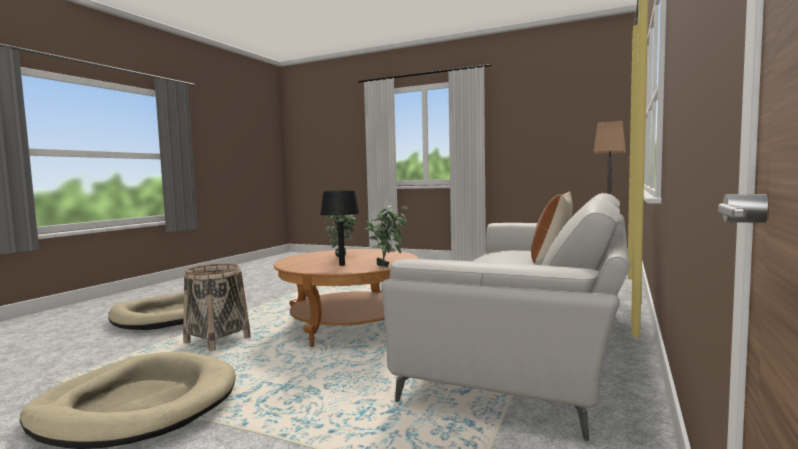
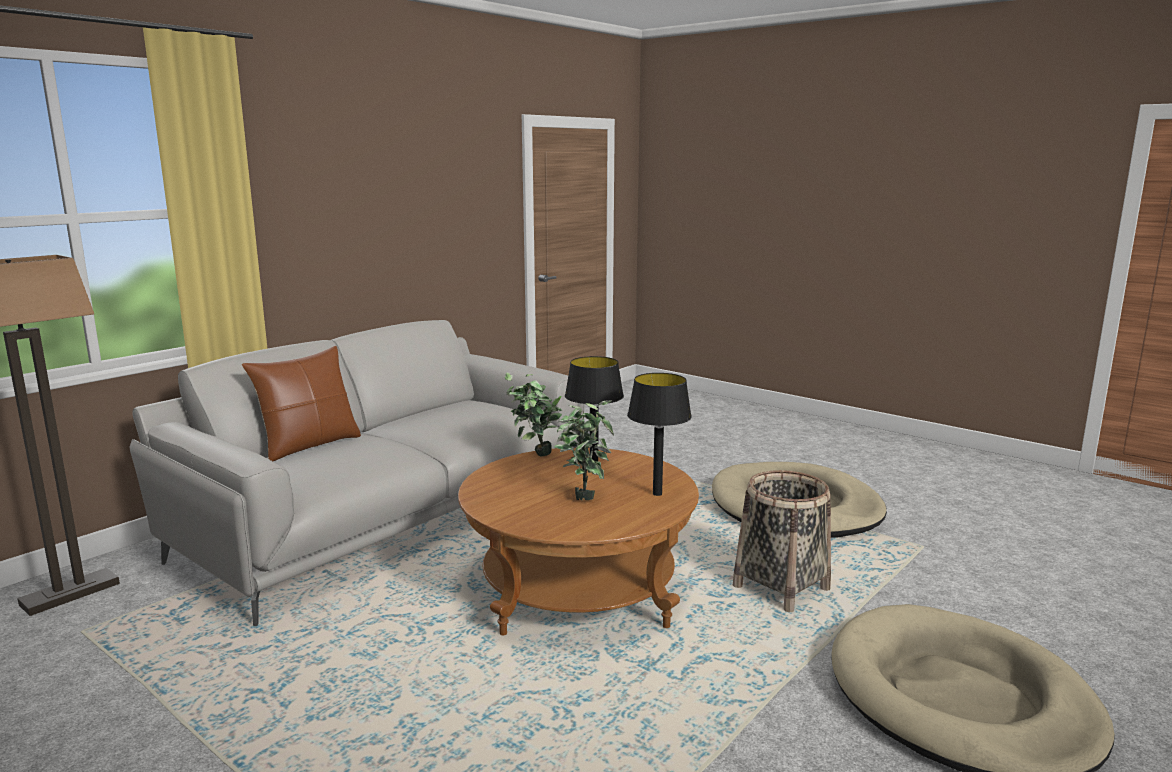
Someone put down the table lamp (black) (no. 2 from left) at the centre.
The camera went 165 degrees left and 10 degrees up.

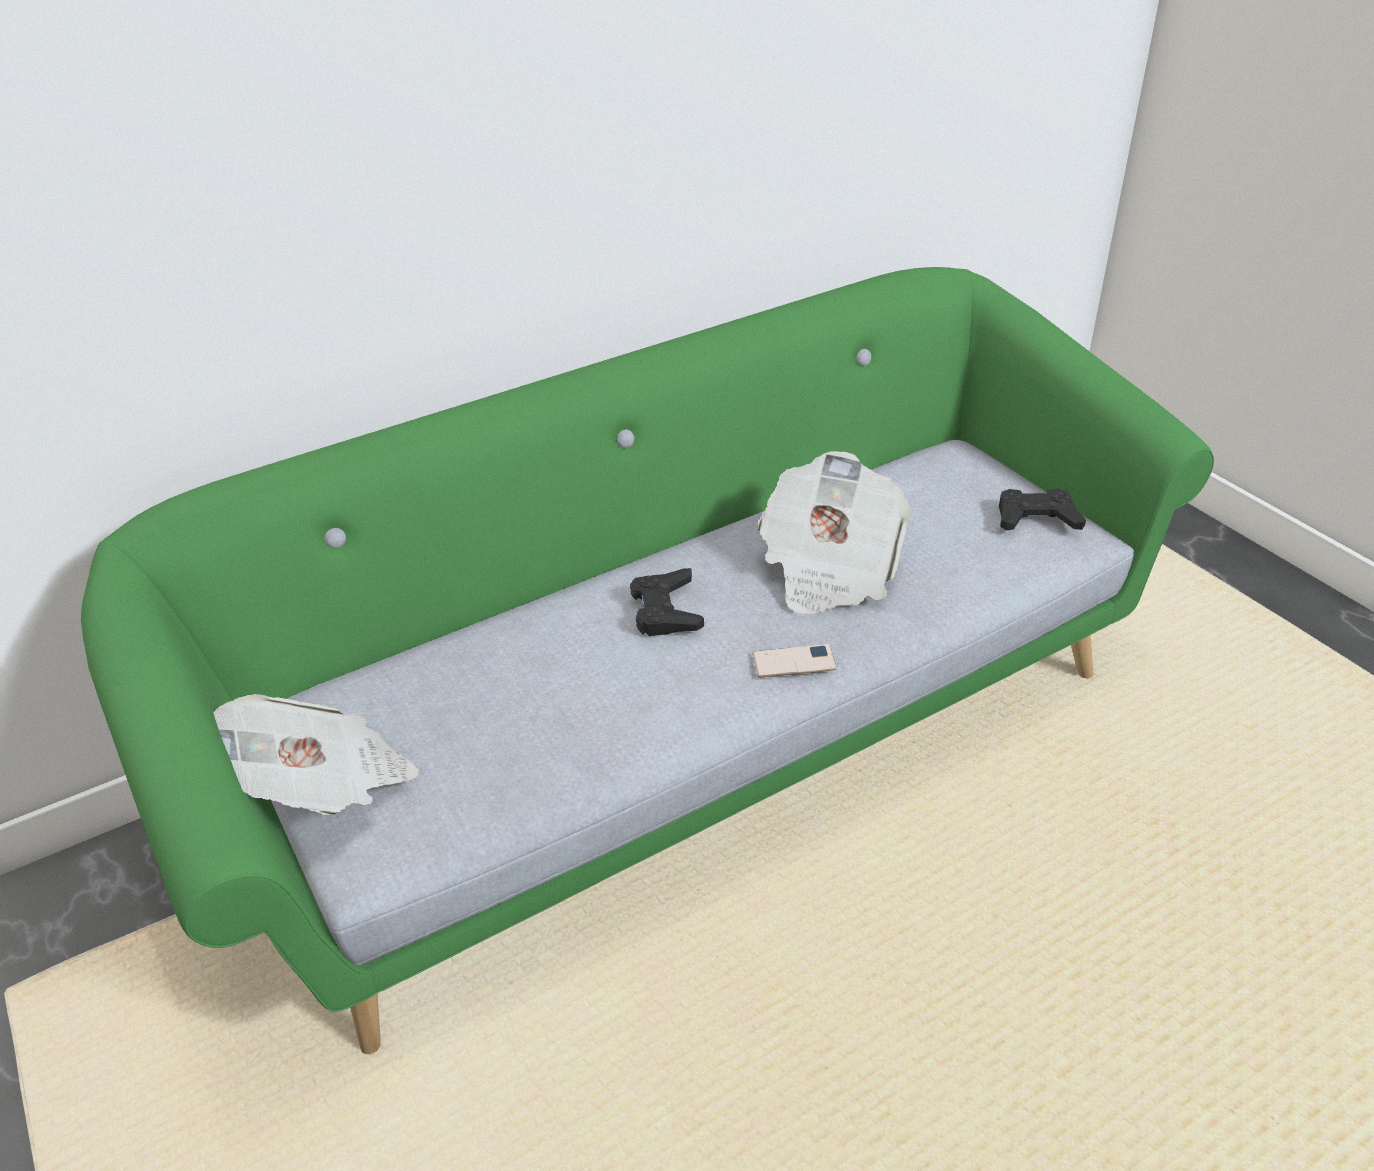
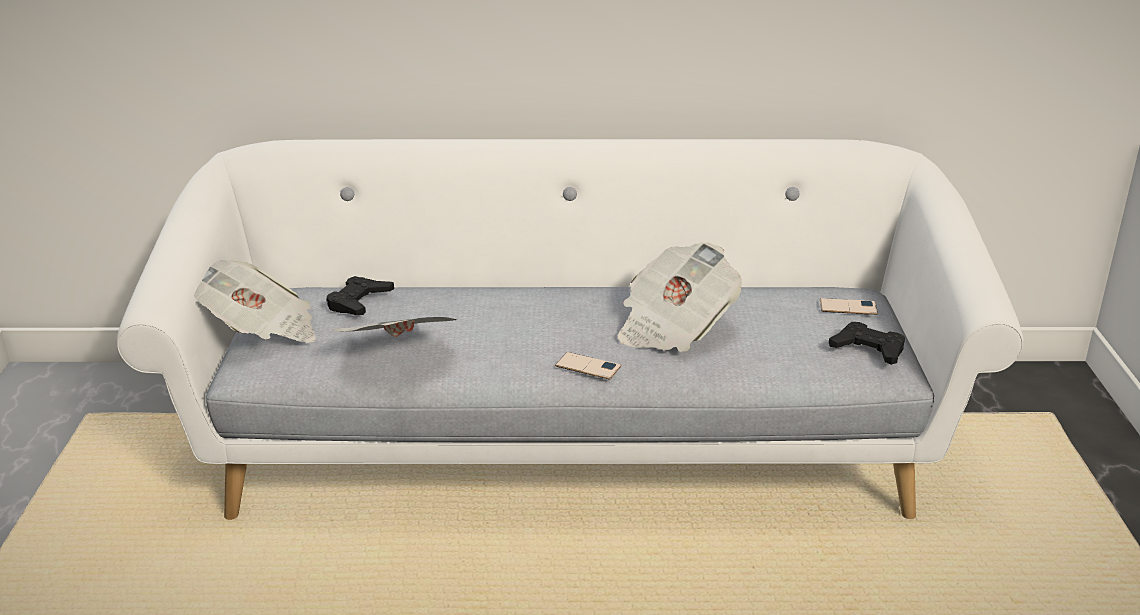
Someone repainted the sofa (green) at the centre, which became the sofa (white) at the centre.
Someone carried the game controller (black) (no. 1 from left) from the centre to the middle left.
Someone put down the newspaper (no. 2 from left) at the centre.
Someone put down the phone (no. 2 from left) at the middle right.
The camera went 30 degrees right and 10 degrees down.

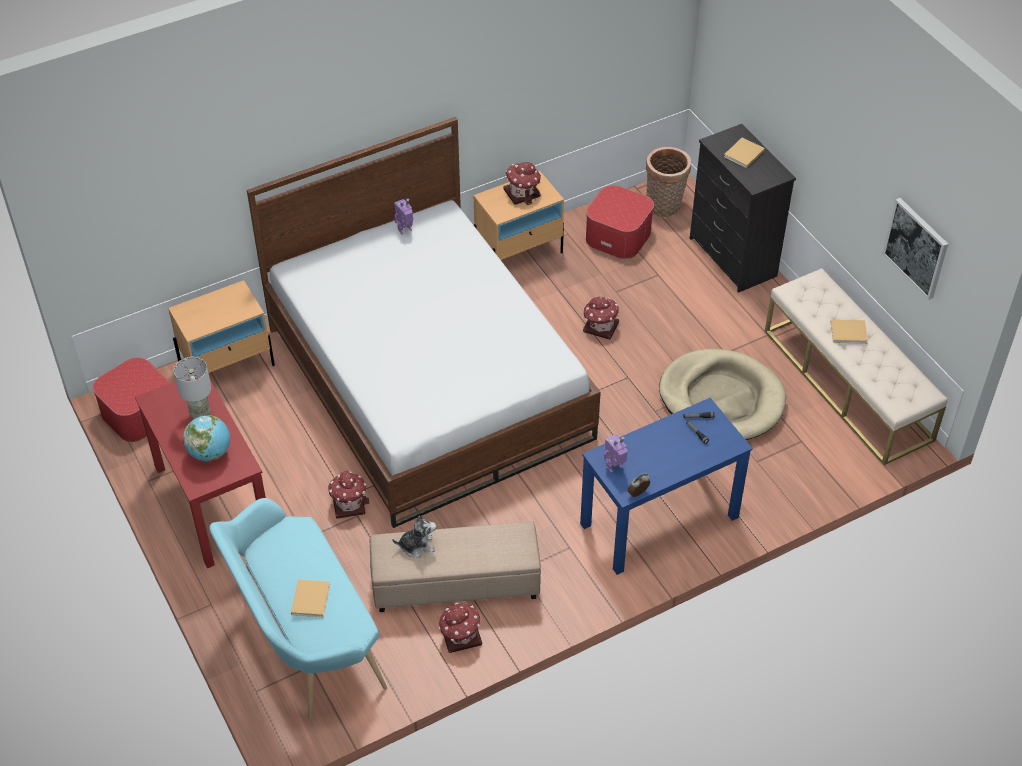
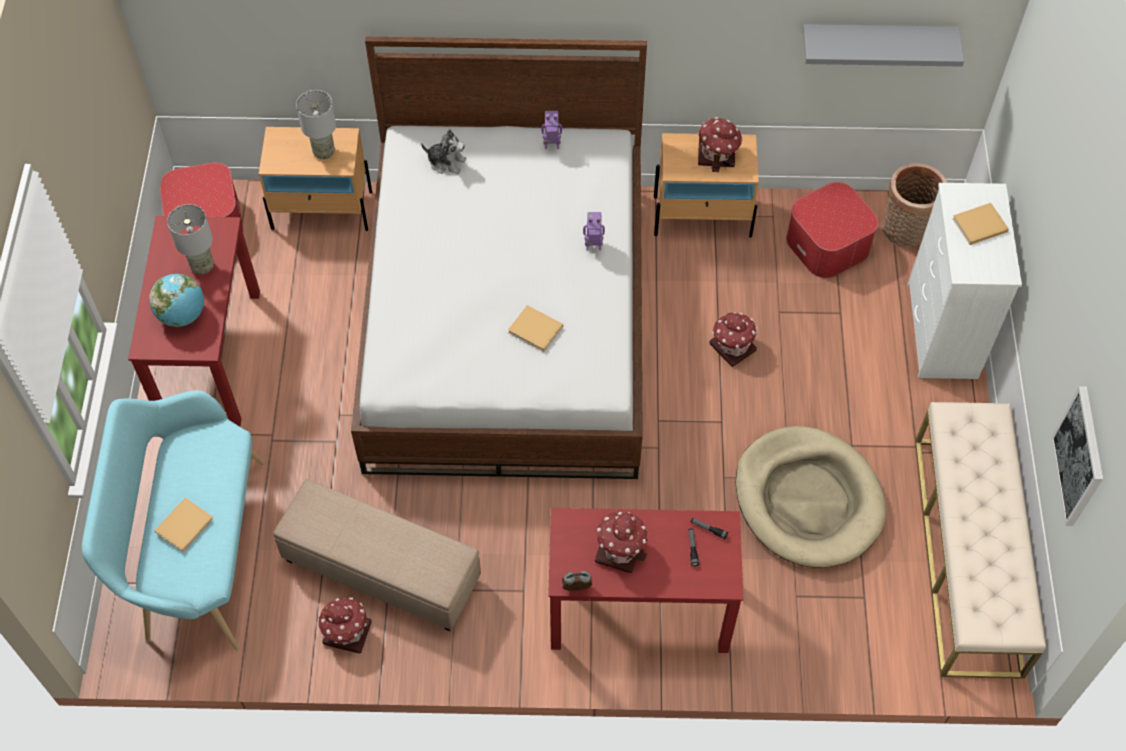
Someone put down the table lamp (grey) (no. 2 from left) at the top left.
Someone carried the plush toy from the bottom centre to the top centre.
Someone carried the book (beige) (no. 3 from left in the first image) from the middle right to the centre.
Someone repainted the desk (blue) at the centre, which became the desk (red) (no. 2 from left) at the bottom centre.
Someone carried the toy robot (no. 2 from left) from the centre to the top centre.
Someone carried the toy house (no. 1 from left in the first image) from the centre to the bottom centre.
Someone put up the shelf (grey) at the top right.
Someone repainted the dresser (black) at the top right, which became the dresser (white) at the middle right.
The camera went 30 degrees right and 10 degrees up.

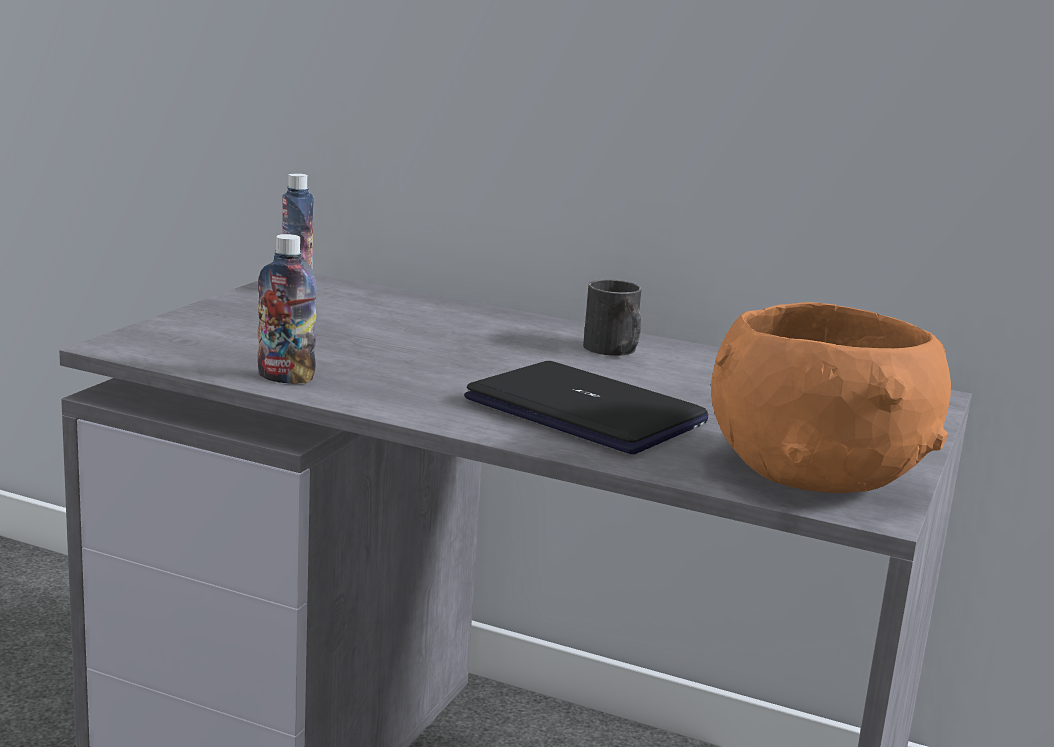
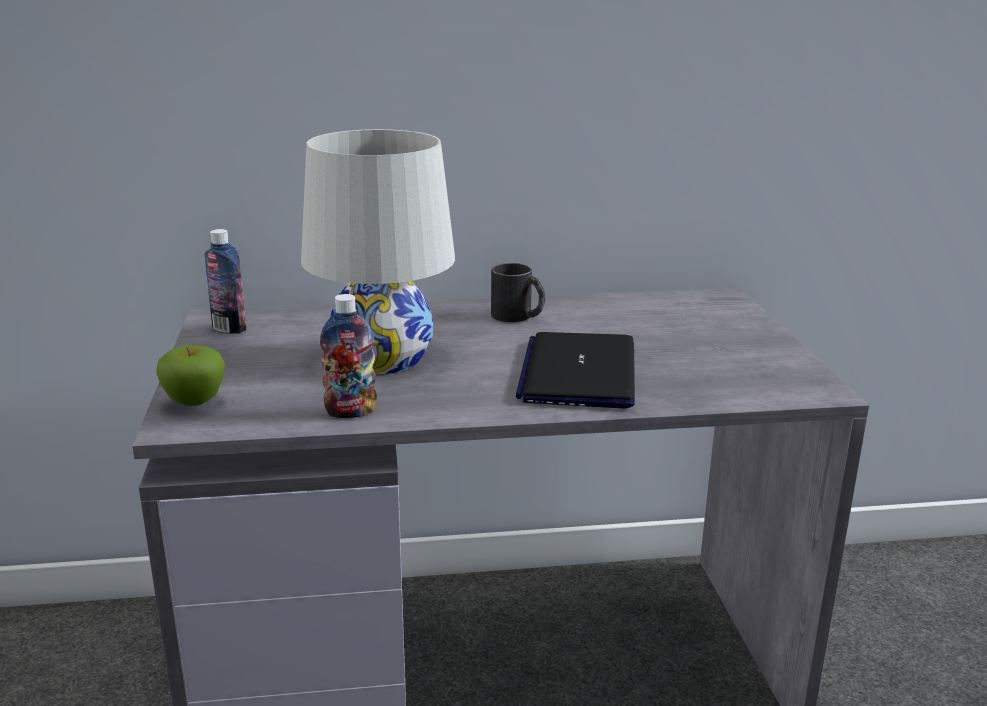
Someone put down the apple at the middle left.
Someone put down the table lamp (white) at the centre.
Someone rotated the laptop at the centre by 90 degrees counterclockwise.
Someone took away the bowl (orange) at the middle right.
The camera went 30 degrees left and 5 degrees up.

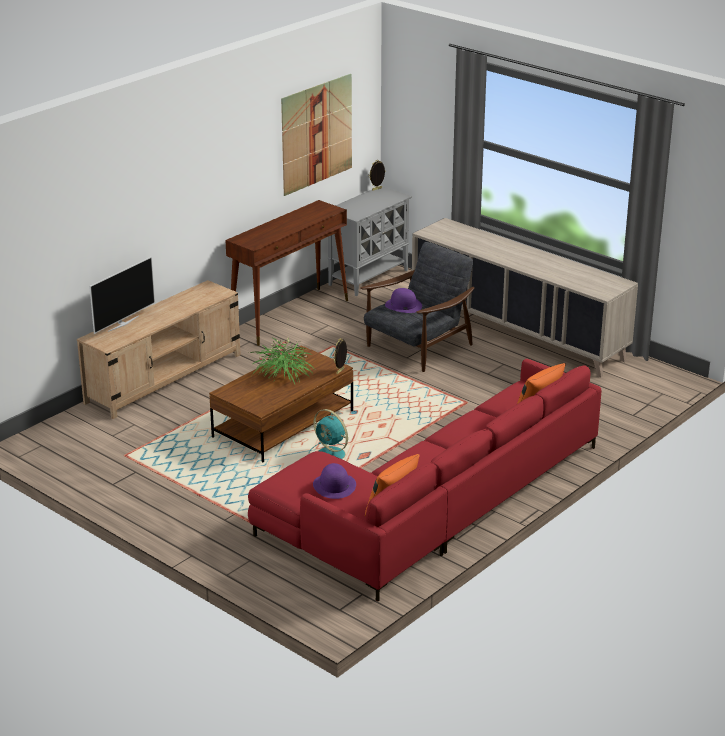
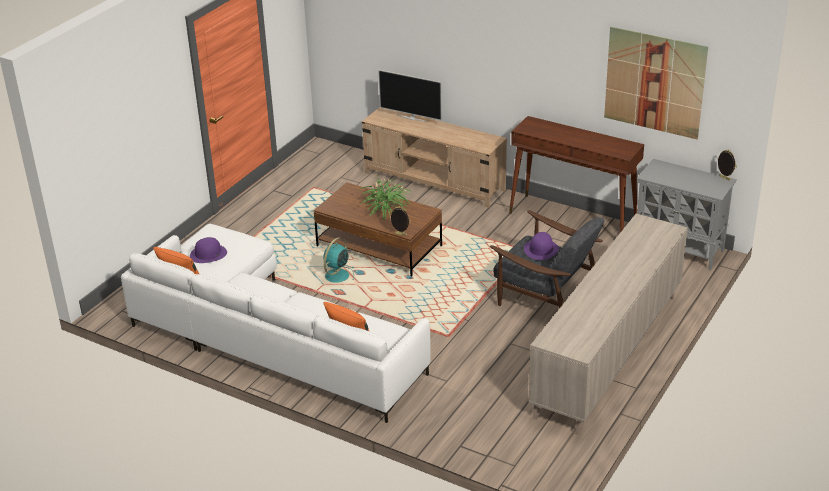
Someone repainted the sofa (red) at the centre, which became the sofa (white) at the middle left.
The camera went 80 degrees right and 5 degrees up.

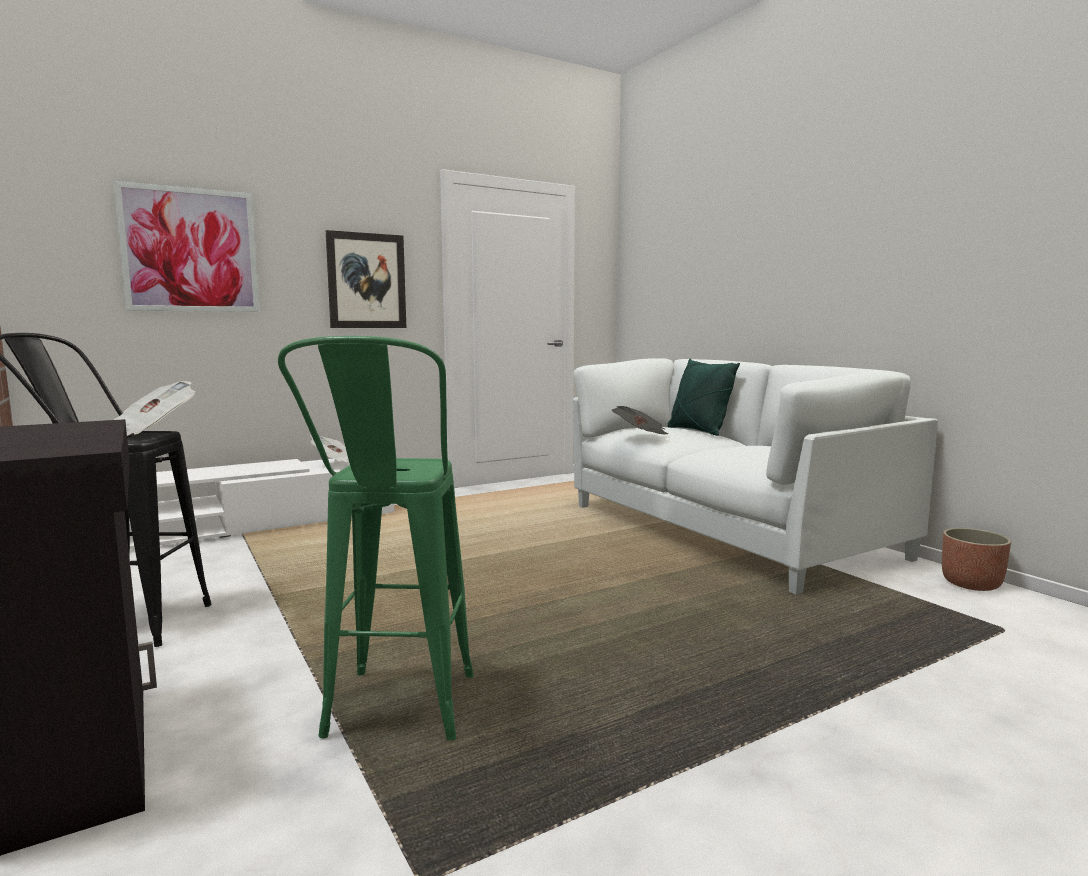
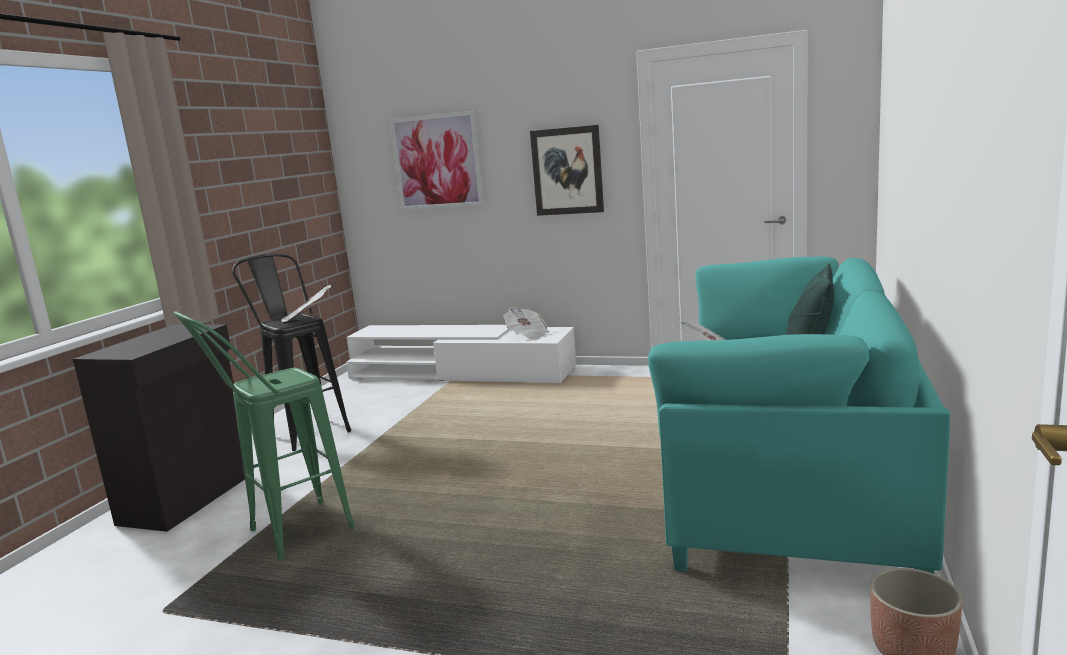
Someone repainted the sofa (white) at the middle right, which became the sofa (turquoise) at the middle right.
The camera went 50 degrees right and 5 degrees up.

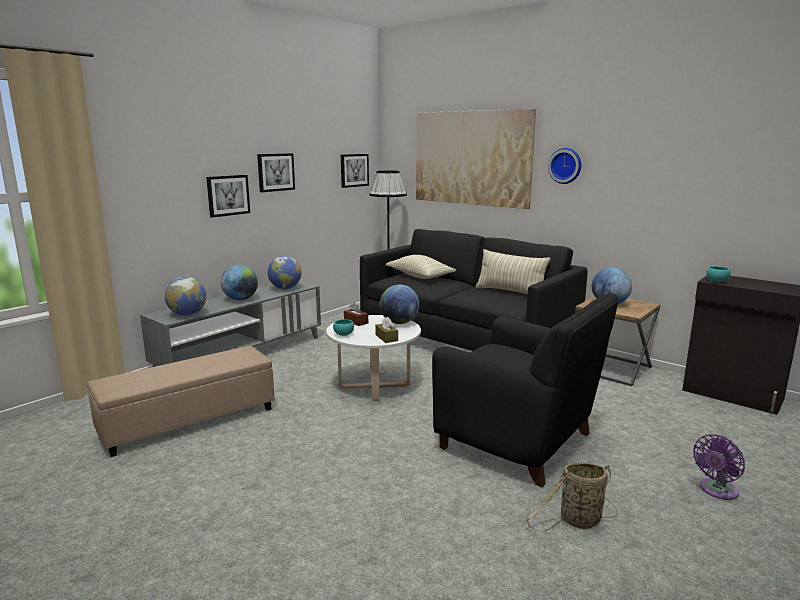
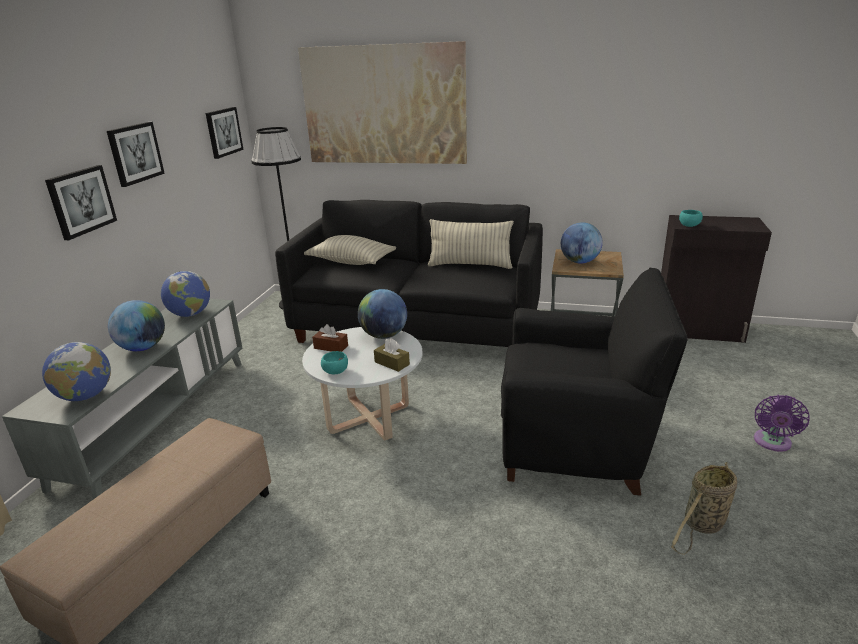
Someone took away the wall clock at the top right.
The camera went 25 degrees left and 10 degrees up.

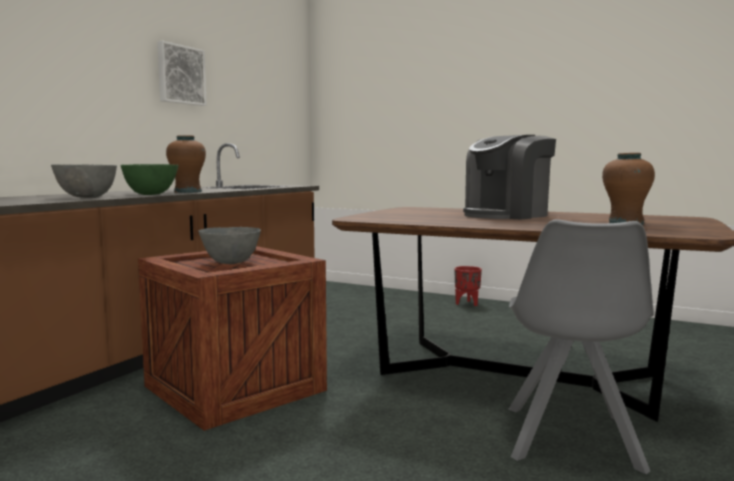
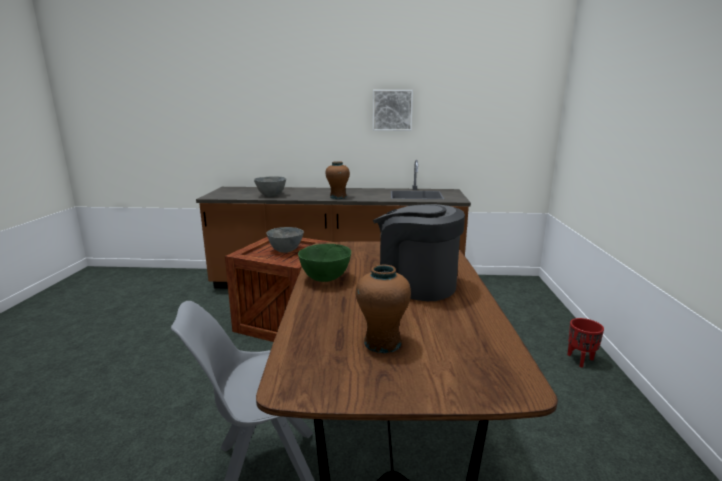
Someone carried the bowl (green) from the middle left to the centre.
The camera went 65 degrees right and 10 degrees up.

